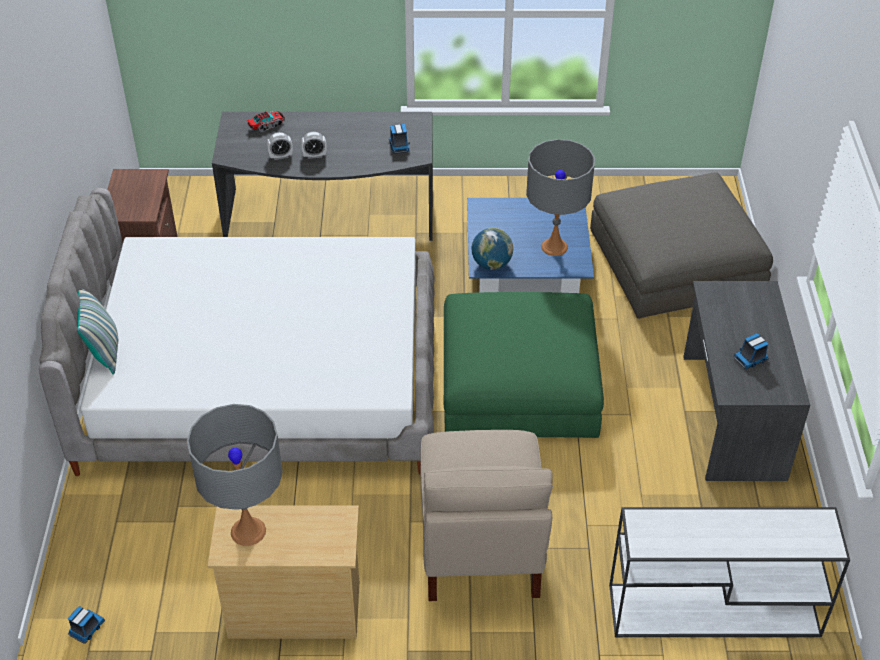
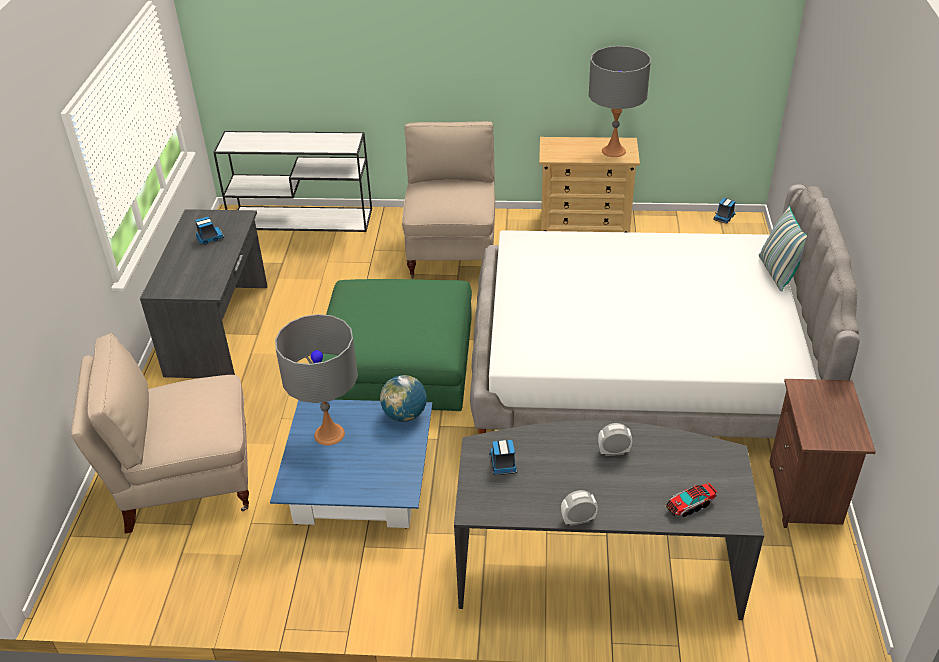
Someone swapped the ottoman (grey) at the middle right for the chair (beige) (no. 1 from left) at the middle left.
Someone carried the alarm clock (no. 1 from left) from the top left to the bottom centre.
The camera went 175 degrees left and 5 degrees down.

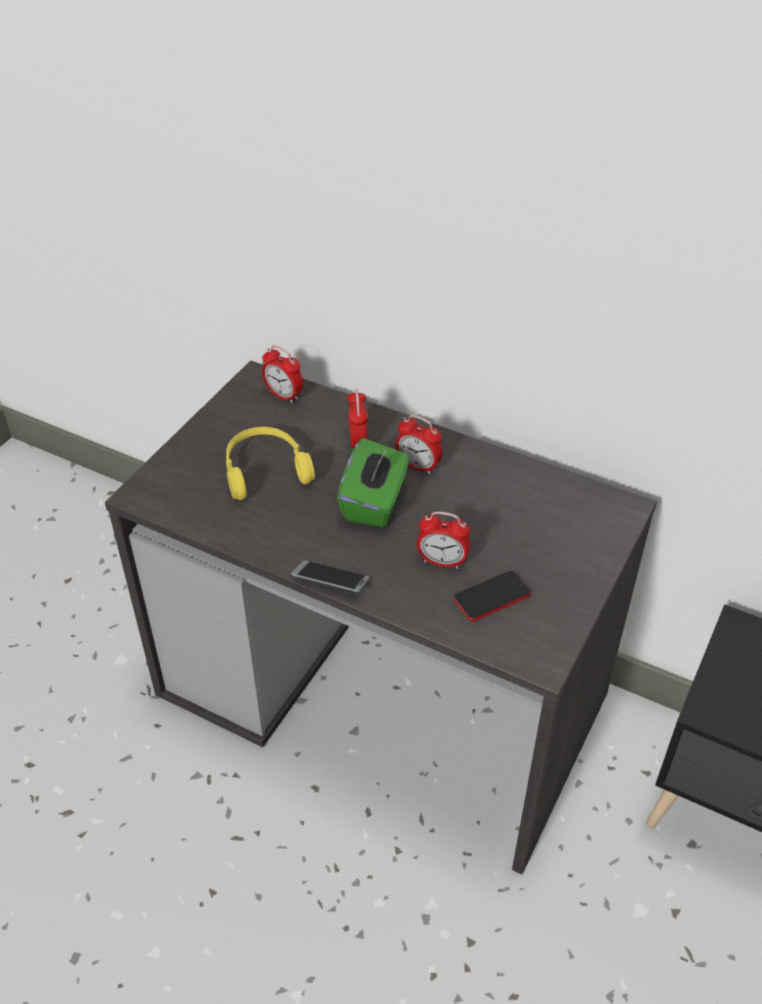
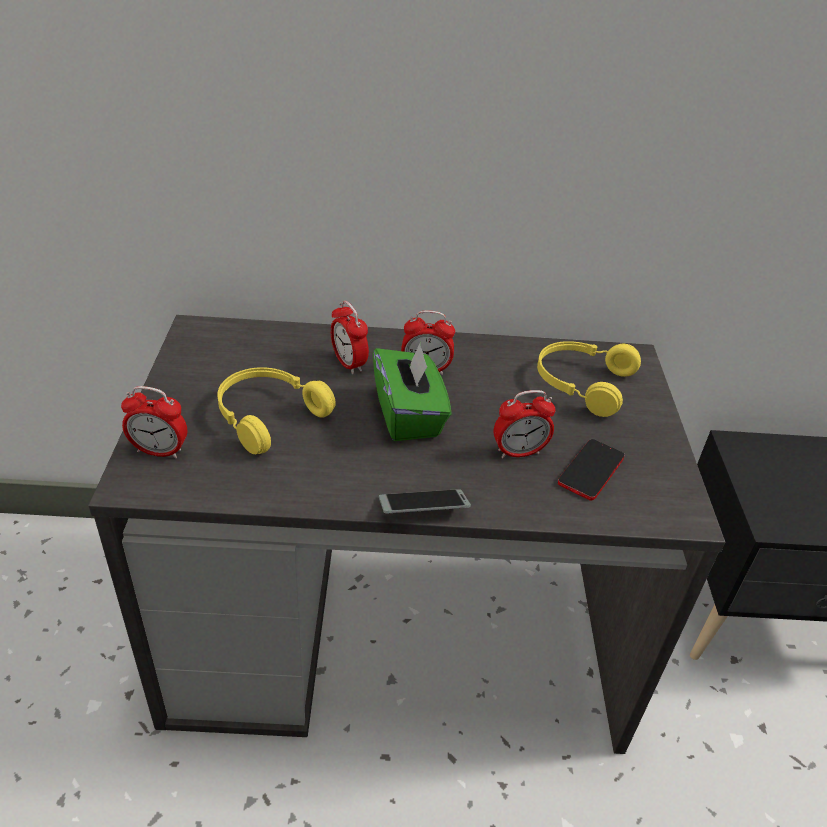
Someone carried the alarm clock (no. 1 from left) from the centre to the middle left.
Someone put down the headphones (yellow) (no. 2 from left) at the middle right.
The camera went 30 degrees left and 5 degrees down.

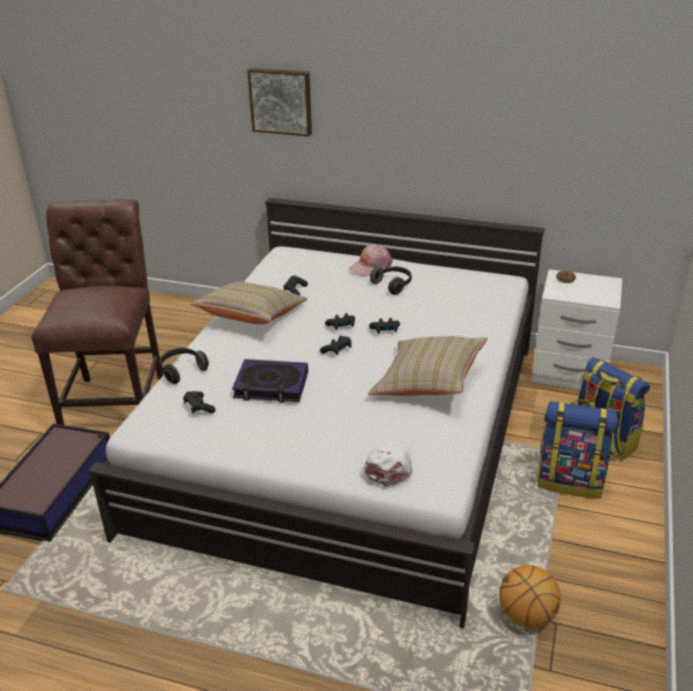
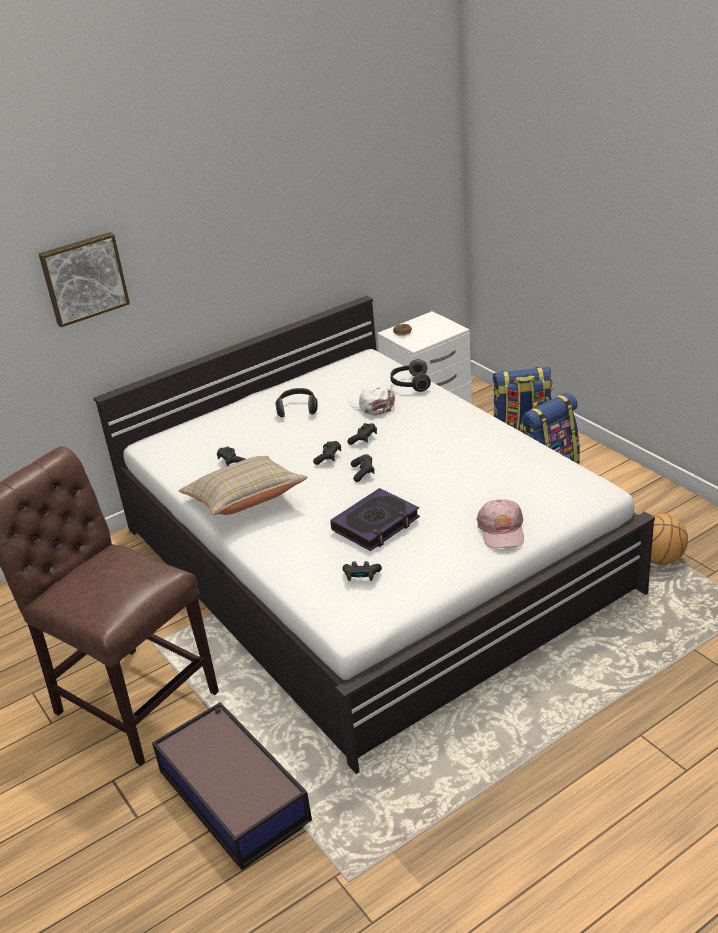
Someone carried the cap (white) from the bottom centre to the centre.
Someone carried the headphones (no. 1 from left in the first image) from the middle left to the centre.
Someone carried the cap (pink) from the centre to the middle right.
Someone took away the pillow (beige) (no. 2 from left) at the centre.
The camera went 50 degrees left and 0 degrees up.

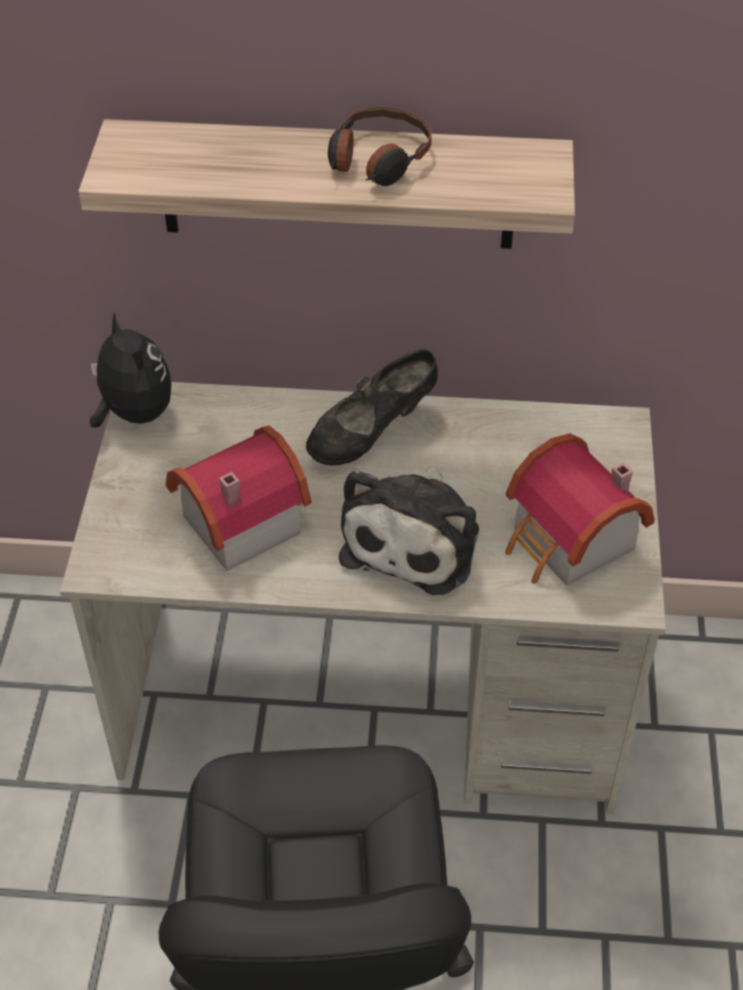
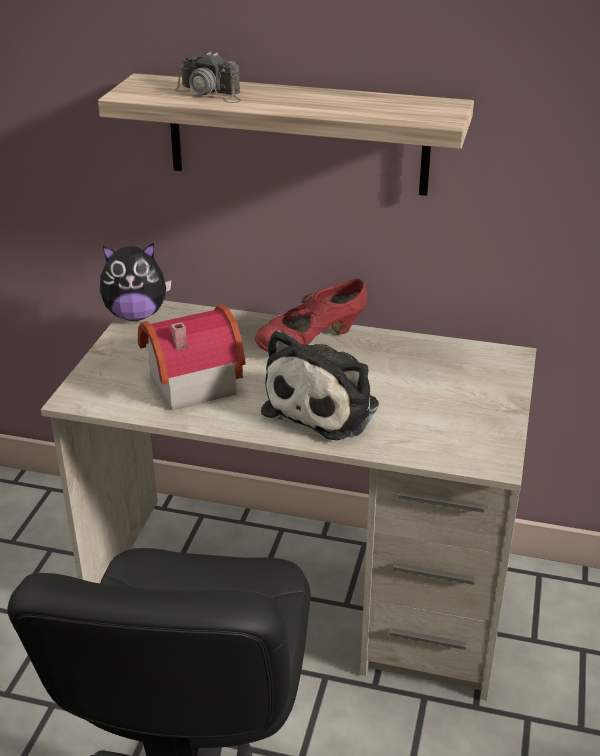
Someone rotated the plush toy (no. 1 from left) at the middle left by 105 degrees clockwise.
Someone put down the photo camera at the top centre.
Someone repainted the shoe (black) at the centre, which became the shoe (red) at the centre.
Someone took away the headphones at the top centre.
Someone took away the toy house (no. 2 from left) at the middle right.
The camera went 10 degrees right and 15 degrees down.

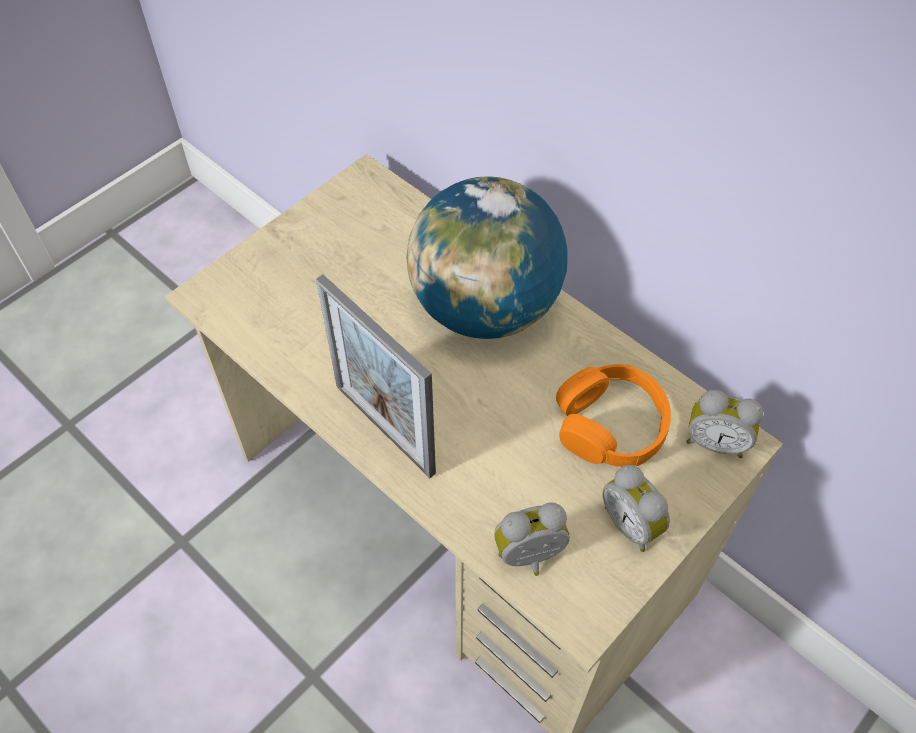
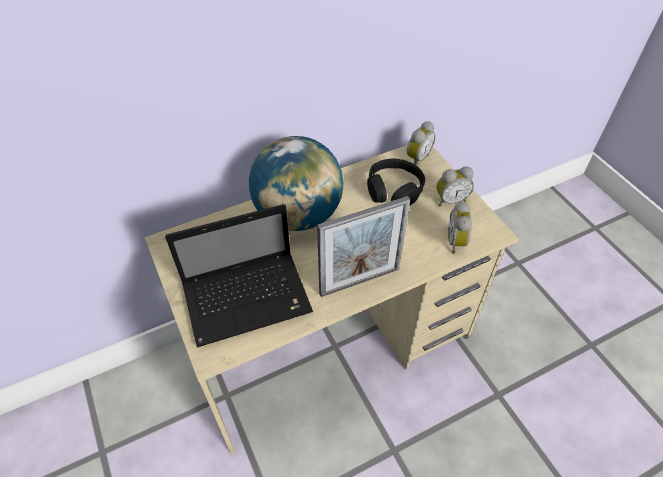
Someone put down the laptop at the centre.
Someone repainted the headphones (orange) at the middle right, which became the headphones (black) at the centre.
The camera went 70 degrees left and 5 degrees down.

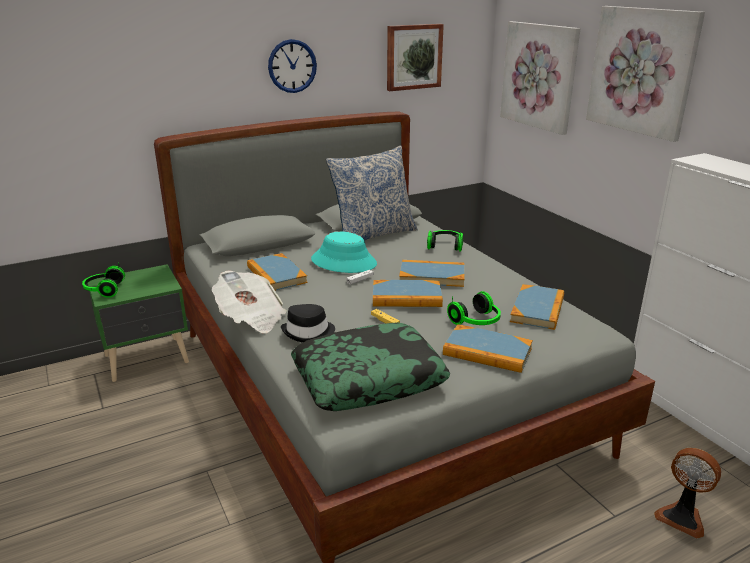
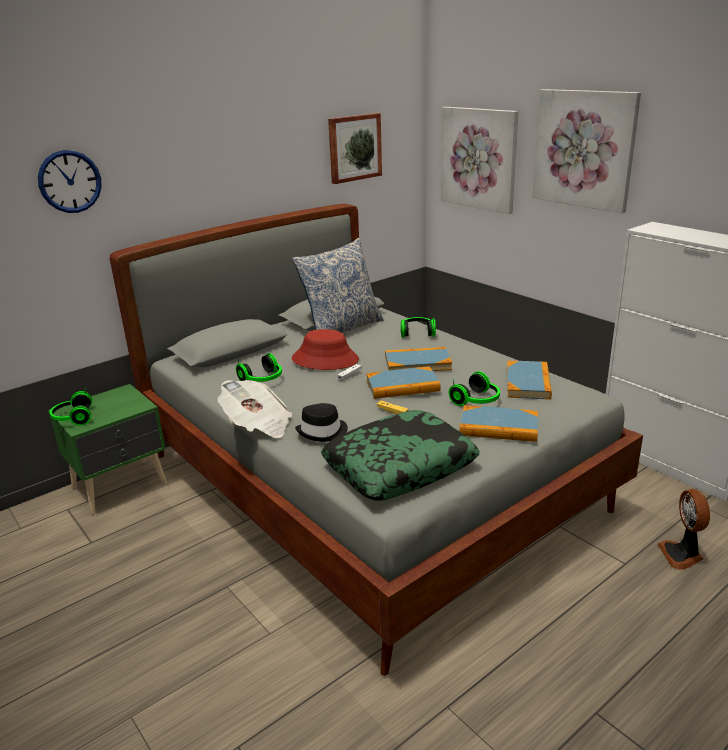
Someone carried the wall clock from the top centre to the top left.
Someone swapped the book (no. 1 from left) at the centre for the headphones (no. 2 from left) at the centre.
Someone repainted the hat (turquoise) at the centre, which became the hat (red) at the centre.
Someone rotated the fan at the bottom right by 60 degrees clockwise.
The camera went 10 degrees left and 0 degrees up.

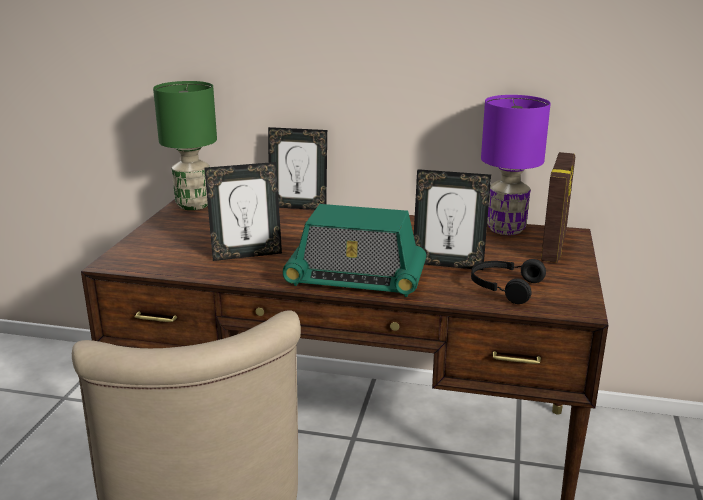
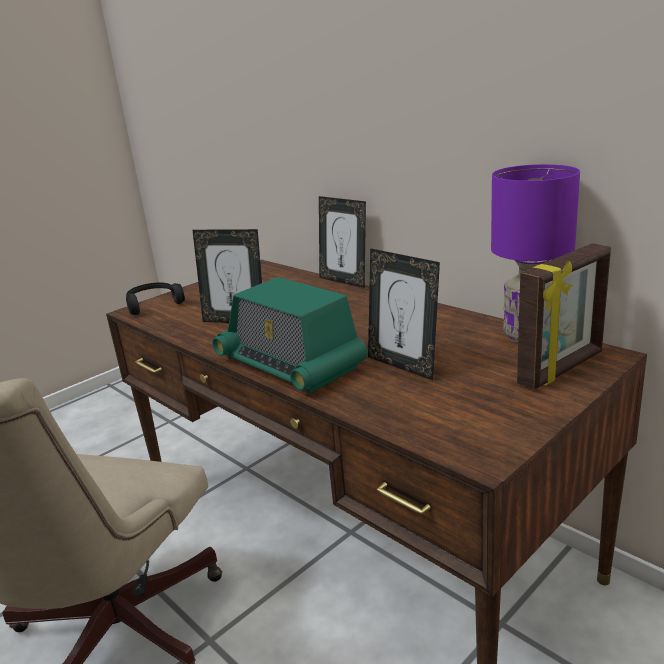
Someone carried the headphones (black) from the middle right to the middle left.
Someone took away the table lamp (green) at the top left.
The camera went 35 degrees right and 0 degrees up.

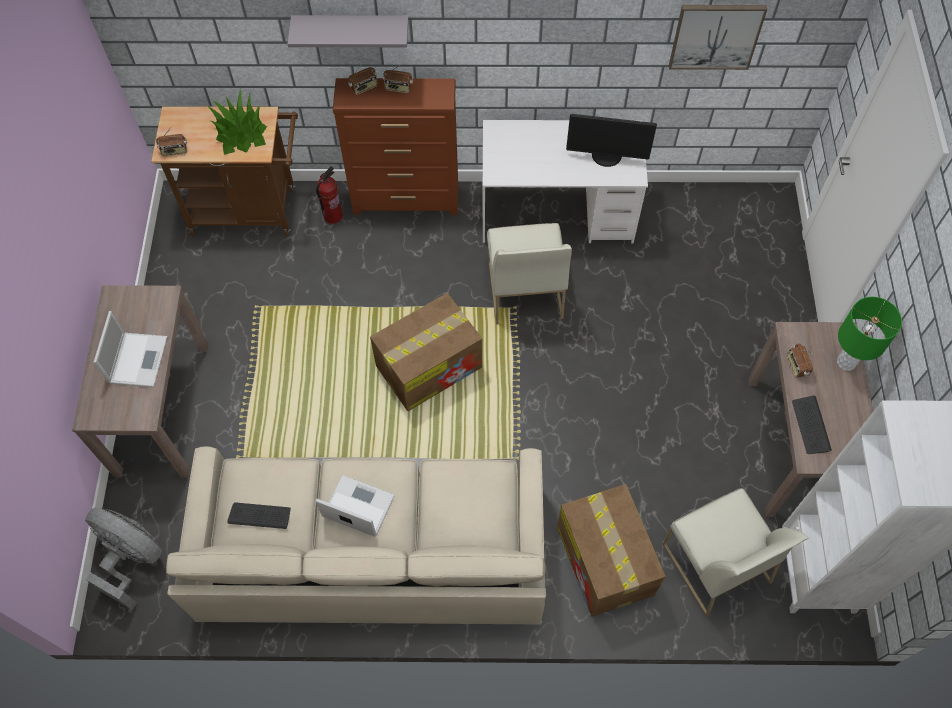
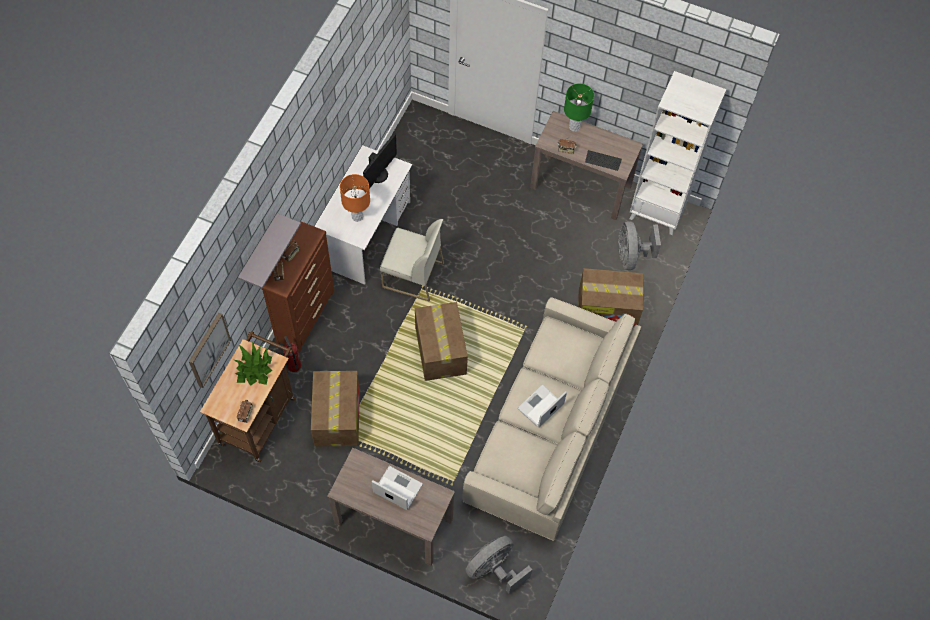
Someone carried the picture from the top right to the middle left.
Someone put down the cardboard box (no. 1 from left) at the centre.
Someone put down the table lamp (orange) at the top centre.
Someone swapped the chair (white) (no. 2 from left) at the bottom right for the fan (grey) (no. 2 from left) at the middle right.
Someone took away the keyboard (no. 1 from left) at the bottom left.
The camera went 70 degrees left and 0 degrees up.

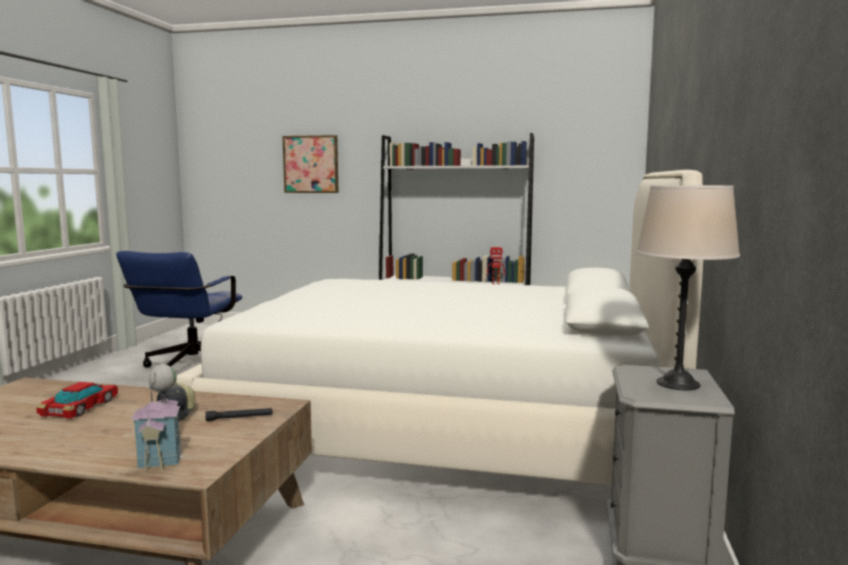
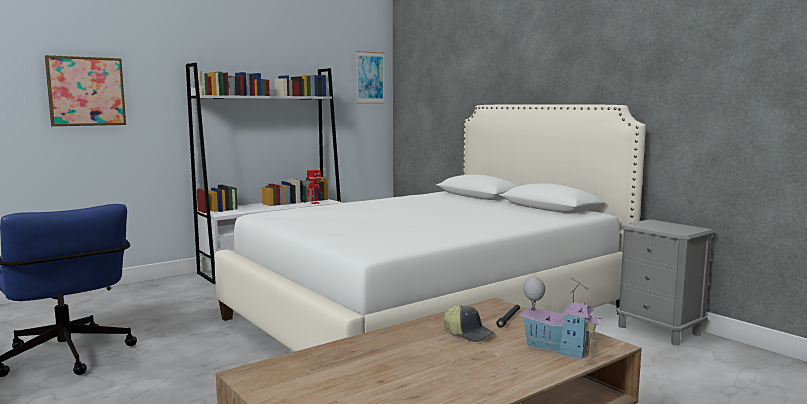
Someone put up the picture (no. 2 from left) at the top centre.
Someone took away the toy car at the bottom left.
Someone took away the table lamp (beige) at the middle right.
The camera went 50 degrees left and 0 degrees up.

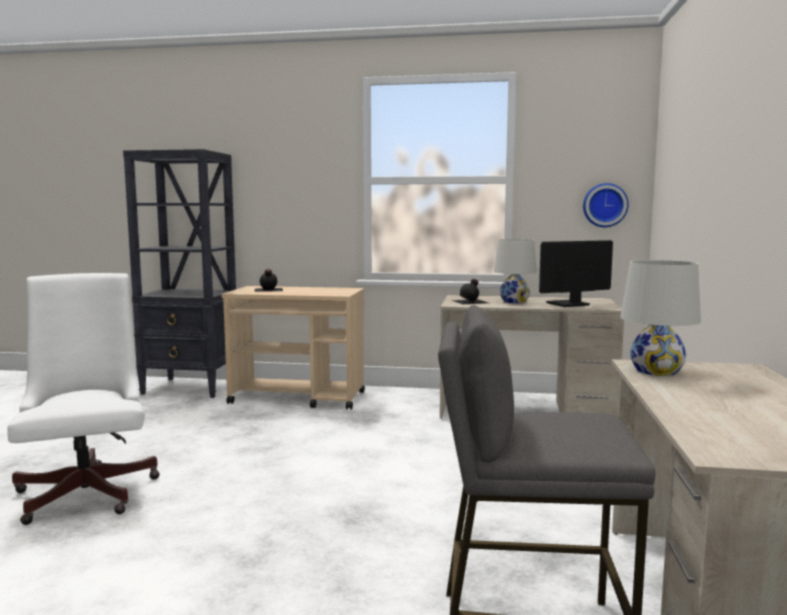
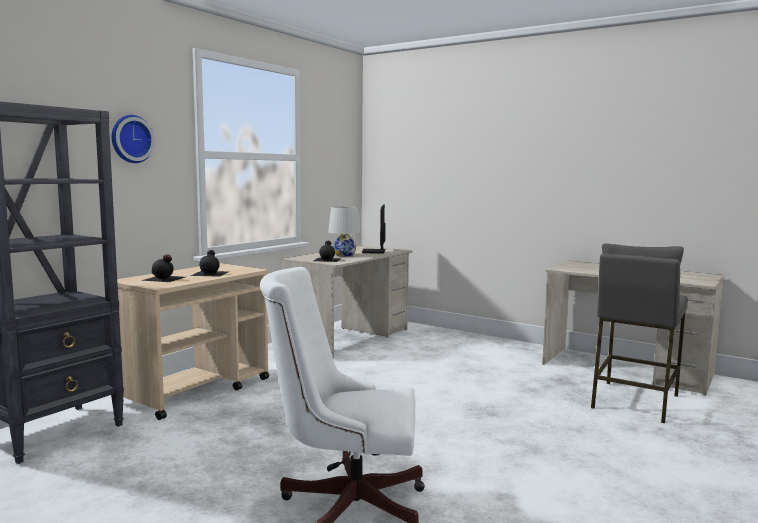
Someone carried the wall clock from the middle right to the top left.
Someone put down the bottle (black) (no. 2 from left) at the middle left.
Someone took away the table lamp (white) (no. 2 from left) at the middle right.
The camera went 65 degrees left and 0 degrees up.

